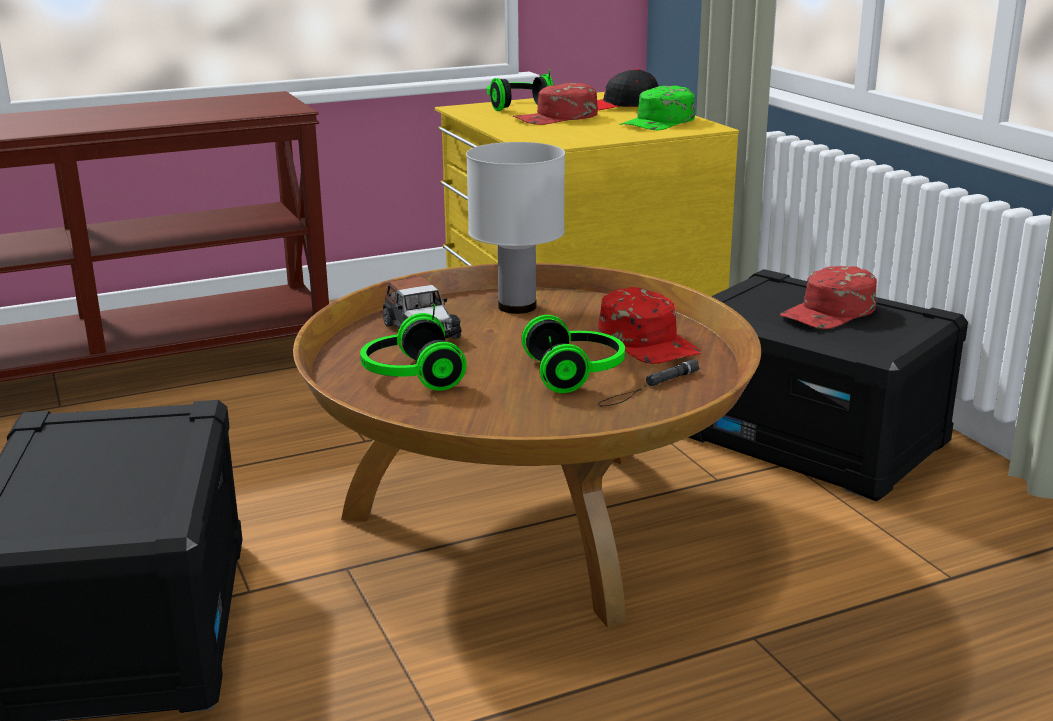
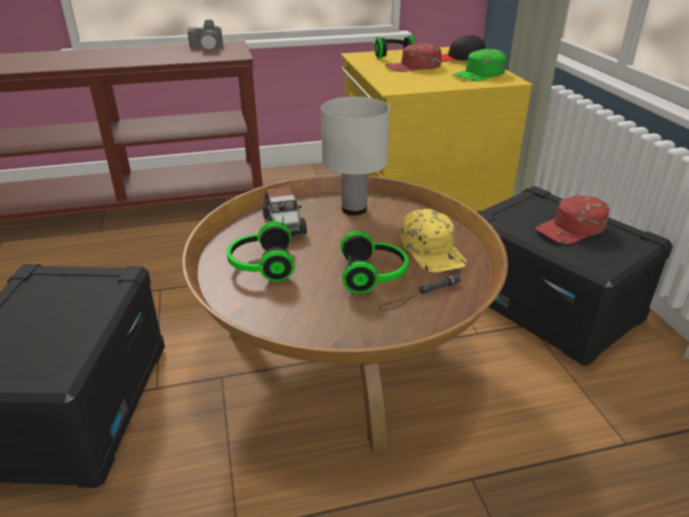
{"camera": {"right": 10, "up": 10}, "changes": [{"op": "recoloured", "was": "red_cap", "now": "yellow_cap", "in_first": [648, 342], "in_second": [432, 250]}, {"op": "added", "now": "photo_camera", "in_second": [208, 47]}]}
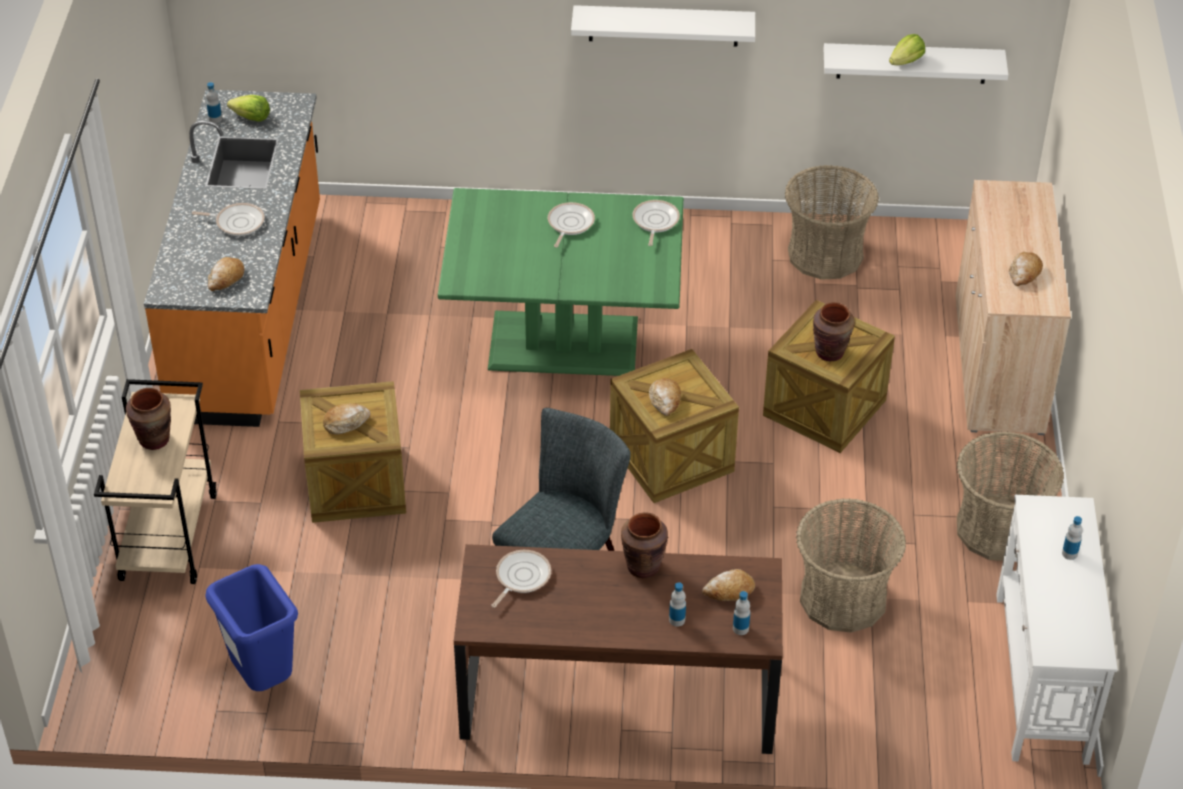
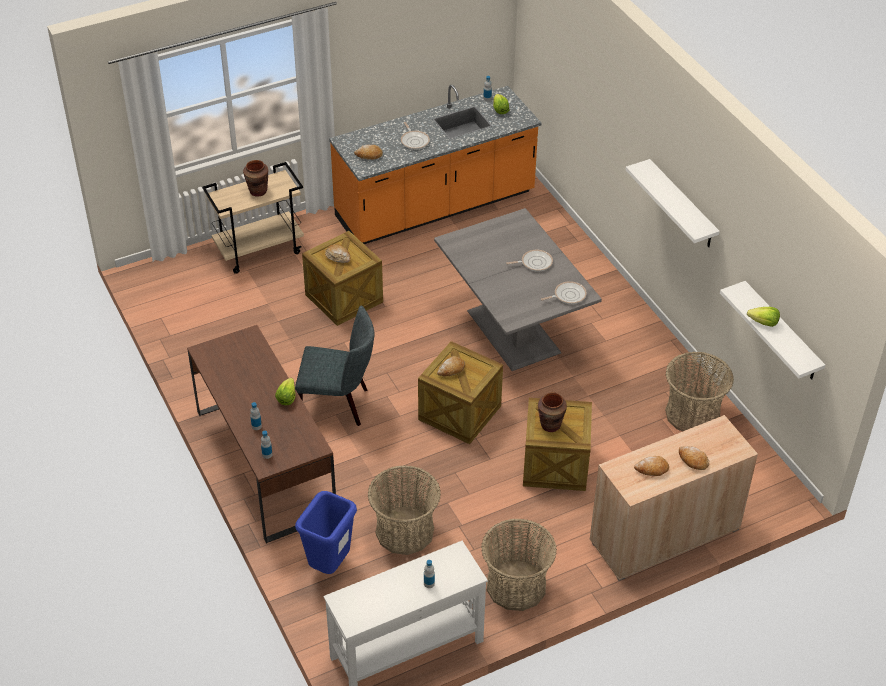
{"camera": {"right": 60, "up": 0}, "changes": [{"op": "moved", "was": "blue_trash_can", "in_first": [263, 679], "in_second": [330, 565]}, {"op": "recoloured", "was": "green_dining_table", "now": "grey_dining_table", "in_first": [564, 345], "in_second": [512, 332]}, {"op": "removed", "was": "frying_pan", "in_first": [521, 577]}, {"op": "replaced", "was": "brown_vase", "now": "lettuce", "in_first": [643, 566], "in_second": [287, 398]}, {"op": "moved", "was": "bread", "in_first": [729, 591], "in_second": [692, 460]}]}
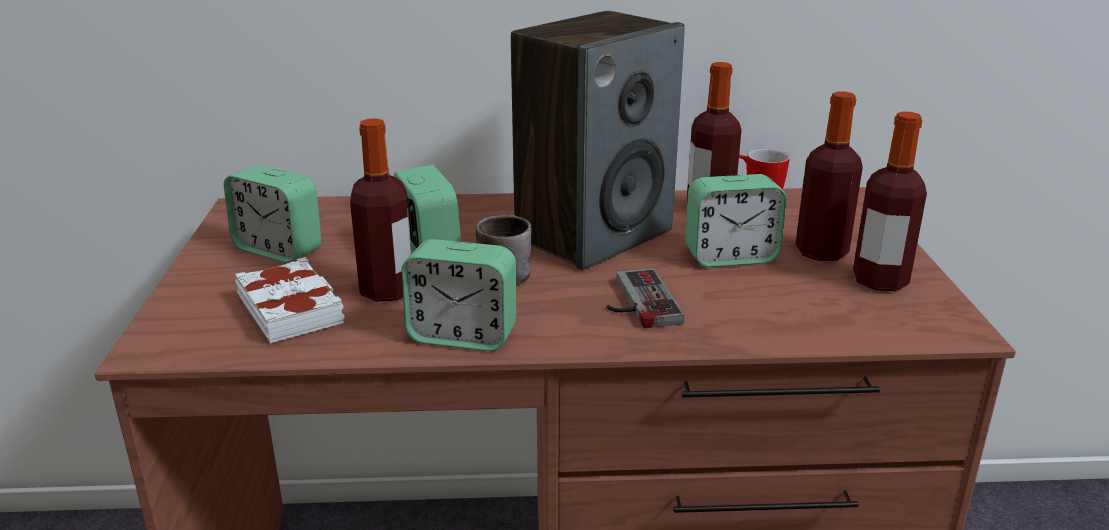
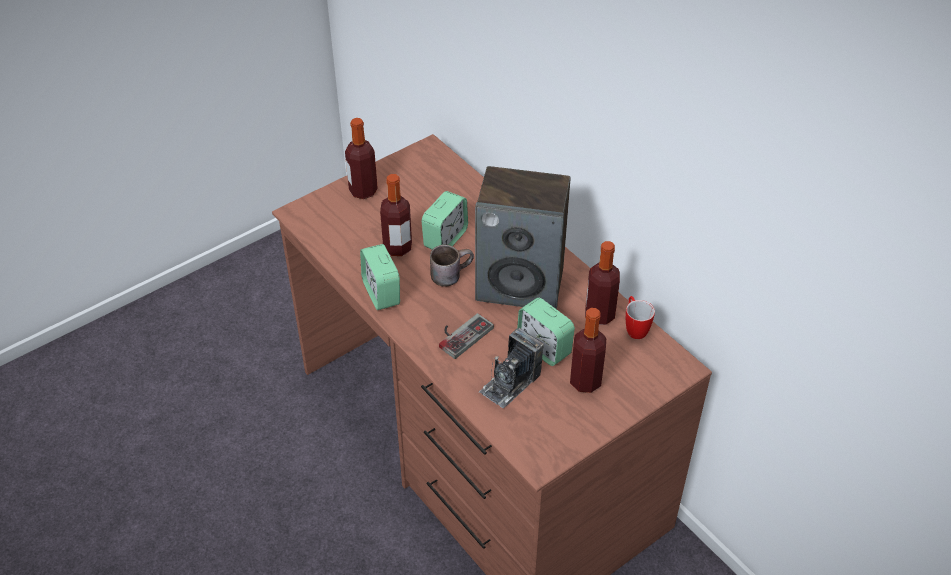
{"camera": {"right": 55, "up": 20}, "changes": [{"op": "removed", "was": "alarm_clock", "in_first": [278, 249]}, {"op": "removed", "was": "white_book", "in_first": [292, 309]}, {"op": "moved", "was": "bottle", "in_first": [880, 281], "in_second": [363, 191]}, {"op": "added", "now": "photo_camera", "in_second": [510, 383]}]}
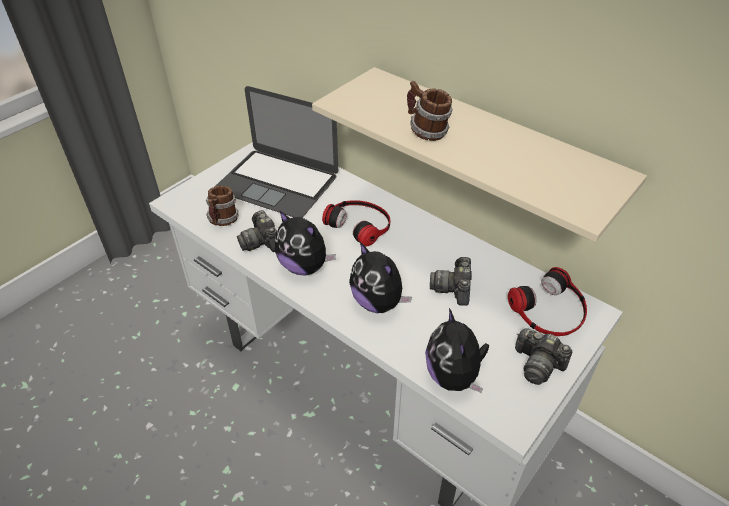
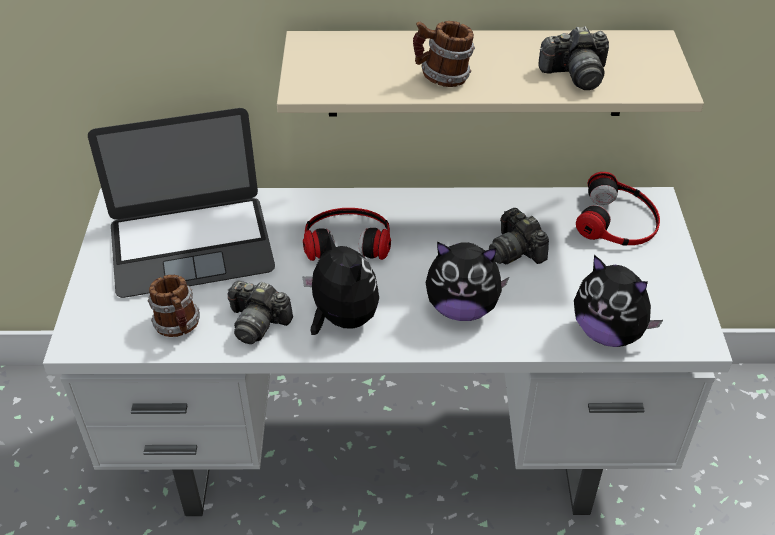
{"camera": {"right": -40, "up": 0}, "changes": [{"op": "turned", "was": "plush_toy", "in_first": [304, 266], "in_second": [341, 319], "clockwise": -120}, {"op": "moved", "was": "photo_camera", "in_first": [538, 364], "in_second": [575, 75]}]}
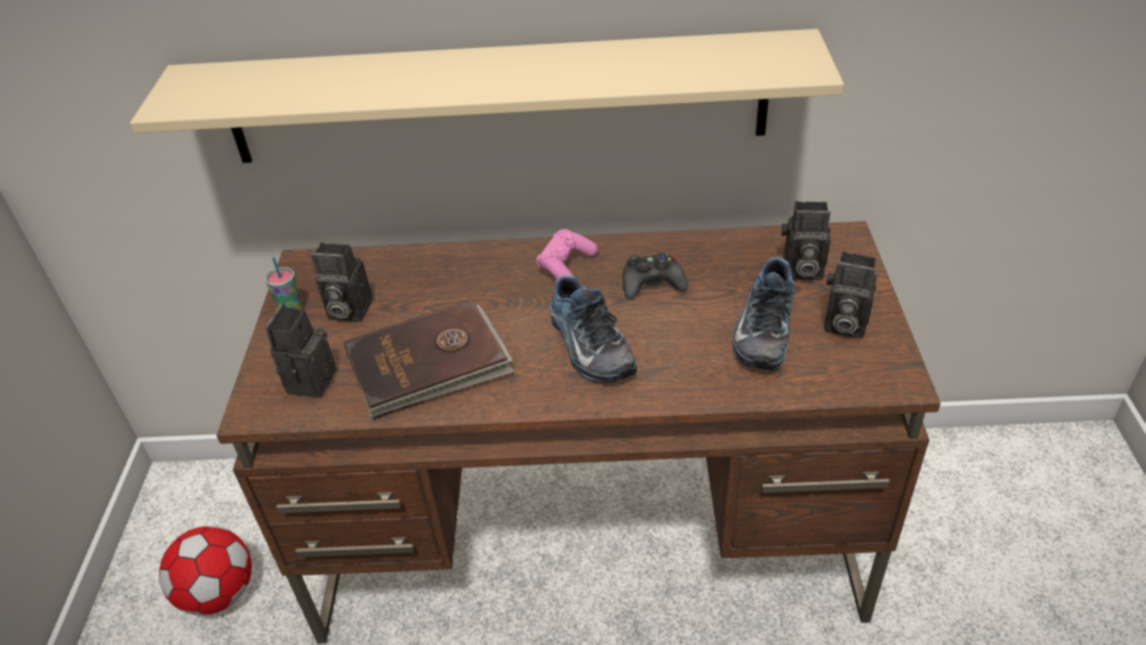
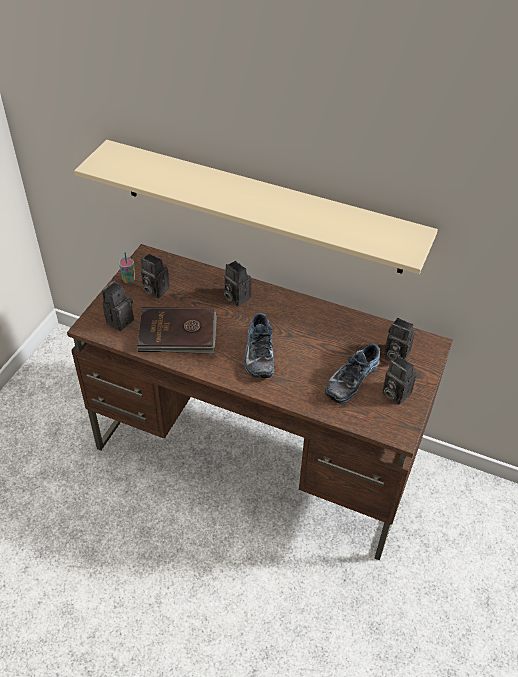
{"camera": {"right": 20, "up": 5}, "changes": [{"op": "removed", "was": "football", "in_first": [219, 593]}, {"op": "removed", "was": "pink_game_controller", "in_first": [566, 267]}, {"op": "removed", "was": "black_game_controller", "in_first": [652, 283]}, {"op": "added", "now": "photo_camera", "in_second": [235, 297]}]}
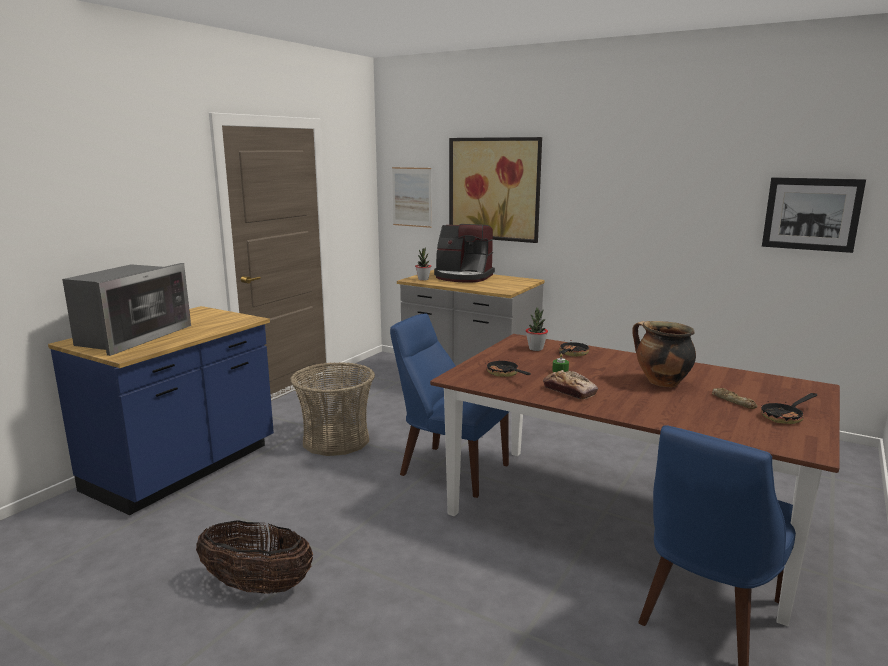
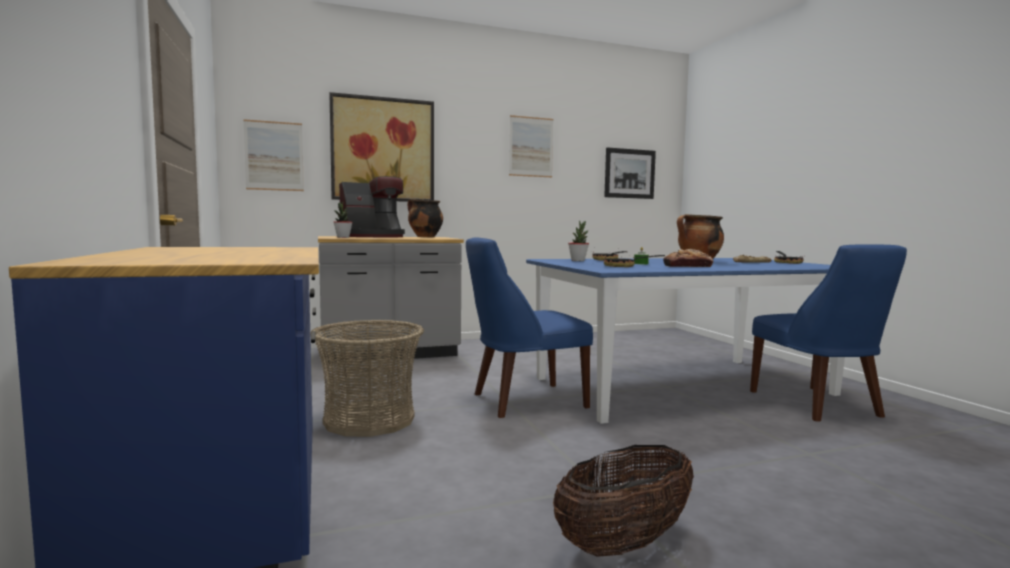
{"camera": {"right": -50, "up": -10}, "changes": [{"op": "removed", "was": "microwave", "in_first": [131, 337]}, {"op": "recoloured", "was": "brown_dining_table", "now": "blue_dining_table", "in_first": [619, 520], "in_second": [682, 387]}, {"op": "added", "now": "cooking_pot", "in_second": [424, 237]}, {"op": "added", "now": "picture", "in_second": [531, 147]}]}
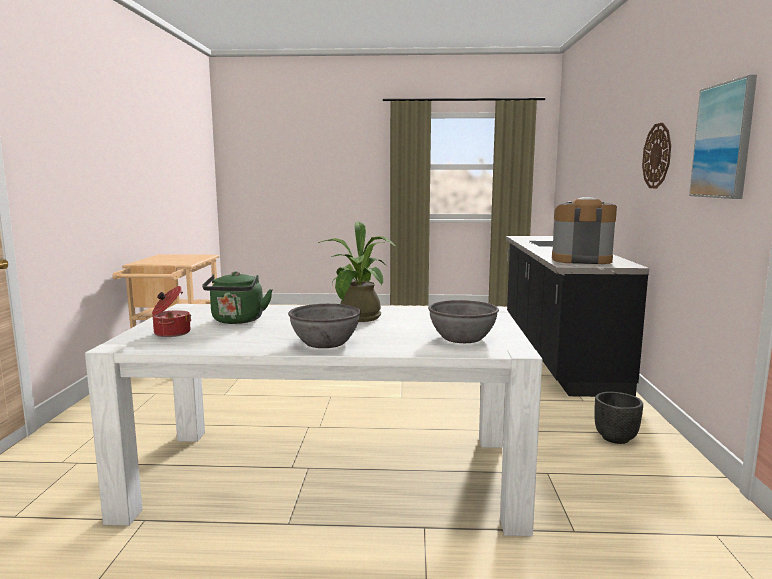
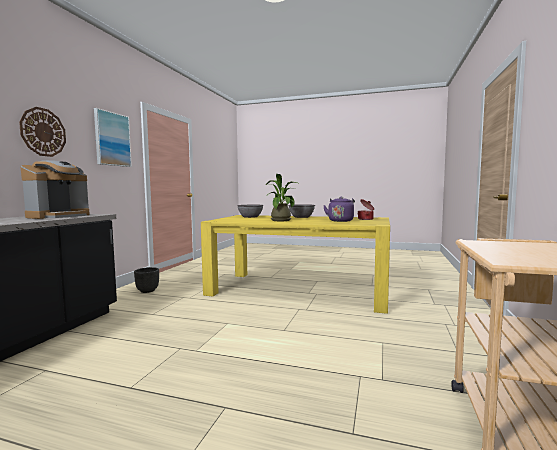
{"camera": {"right": -165, "up": -5}, "changes": [{"op": "recoloured", "was": "white_dining_table", "now": "yellow_dining_table", "in_first": [329, 475], "in_second": [299, 290]}, {"op": "recoloured", "was": "green_kettle", "now": "purple_kettle", "in_first": [237, 321], "in_second": [340, 221]}, {"op": "turned", "was": "coffee_machine", "in_first": [581, 260], "in_second": [59, 216], "clockwise": -90}]}
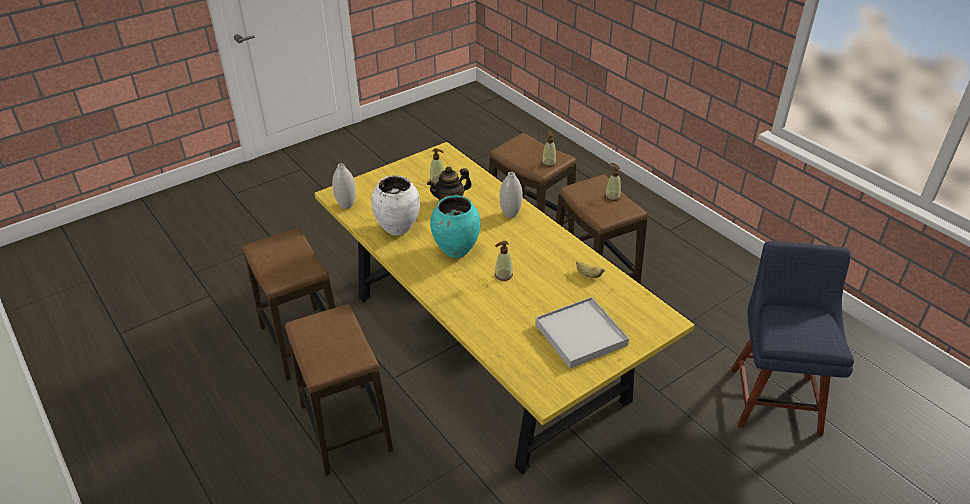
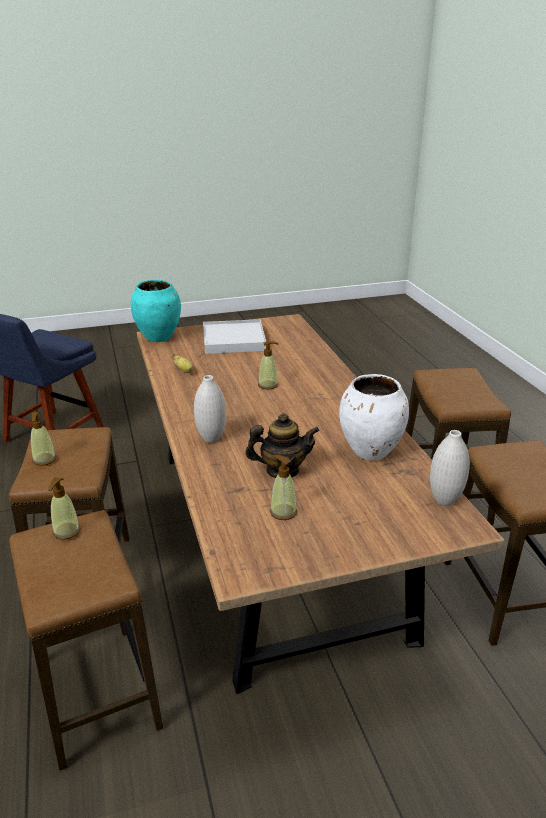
{"camera": {"right": -160, "up": -10}, "changes": [{"op": "recoloured", "was": "yellow_dining_table", "now": "brown_dining_table", "in_first": [485, 345], "in_second": [272, 536]}, {"op": "moved", "was": "turquoise_vase", "in_first": [456, 251], "in_second": [159, 337]}]}
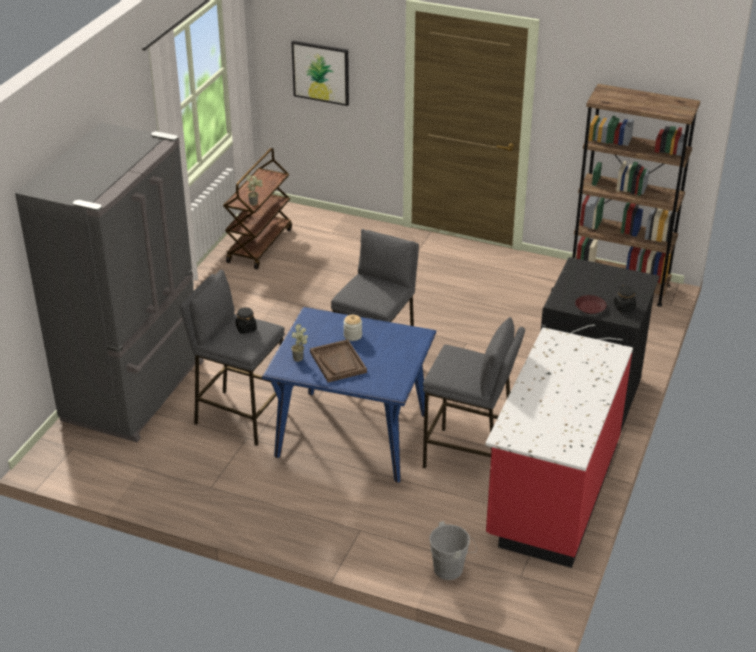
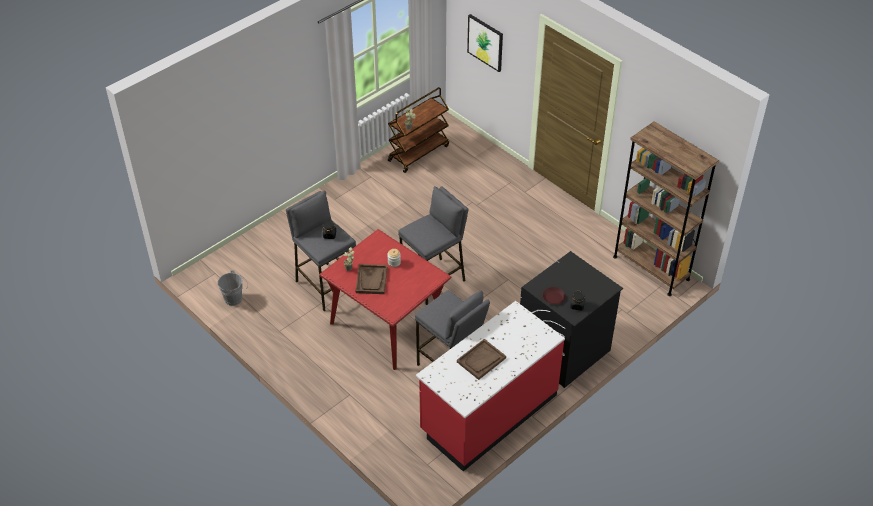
{"camera": {"right": 25, "up": 10}, "changes": [{"op": "removed", "was": "grey_fridge", "in_first": [137, 391]}, {"op": "recoloured", "was": "blue_dining_table", "now": "red_dining_table", "in_first": [351, 435], "in_second": [387, 324]}, {"op": "moved", "was": "grey_bucket", "in_first": [451, 568], "in_second": [235, 299]}, {"op": "added", "now": "brown_tray", "in_second": [481, 360]}]}
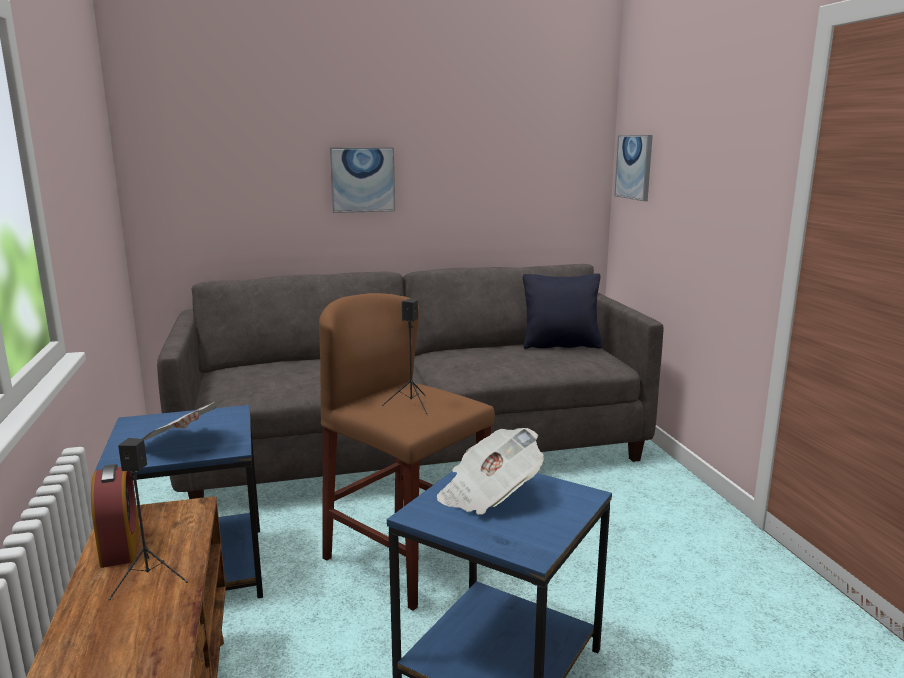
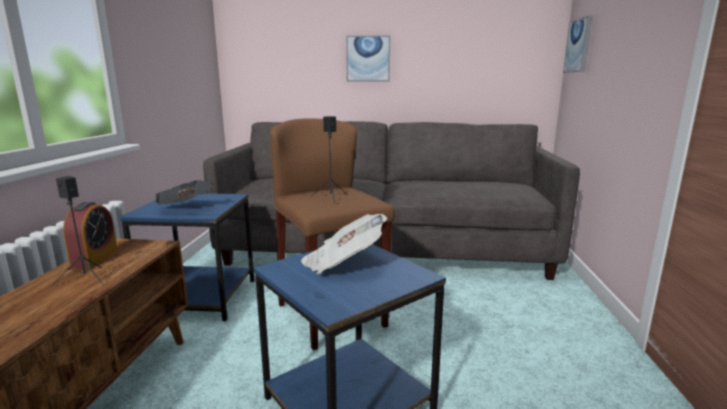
{"camera": {"right": 20, "up": 0}, "changes": [{"op": "removed", "was": "black_pillow", "in_first": [561, 345]}]}
